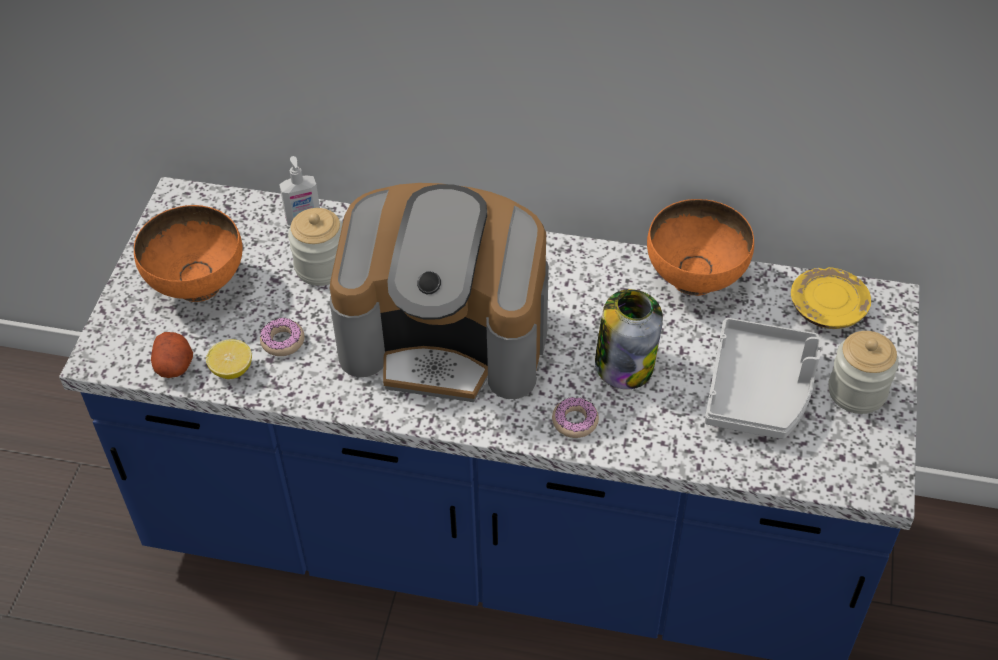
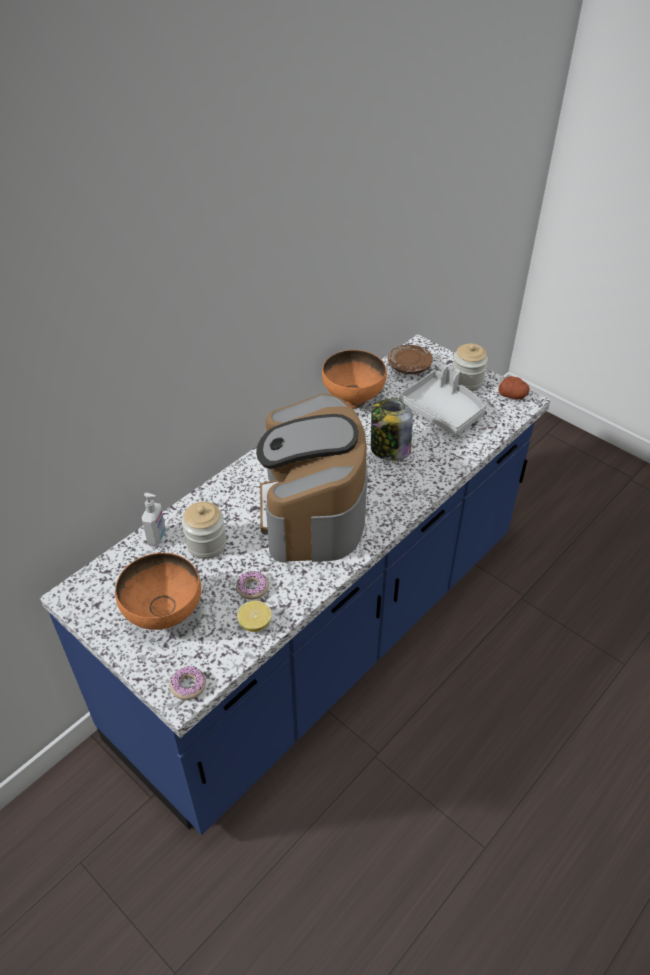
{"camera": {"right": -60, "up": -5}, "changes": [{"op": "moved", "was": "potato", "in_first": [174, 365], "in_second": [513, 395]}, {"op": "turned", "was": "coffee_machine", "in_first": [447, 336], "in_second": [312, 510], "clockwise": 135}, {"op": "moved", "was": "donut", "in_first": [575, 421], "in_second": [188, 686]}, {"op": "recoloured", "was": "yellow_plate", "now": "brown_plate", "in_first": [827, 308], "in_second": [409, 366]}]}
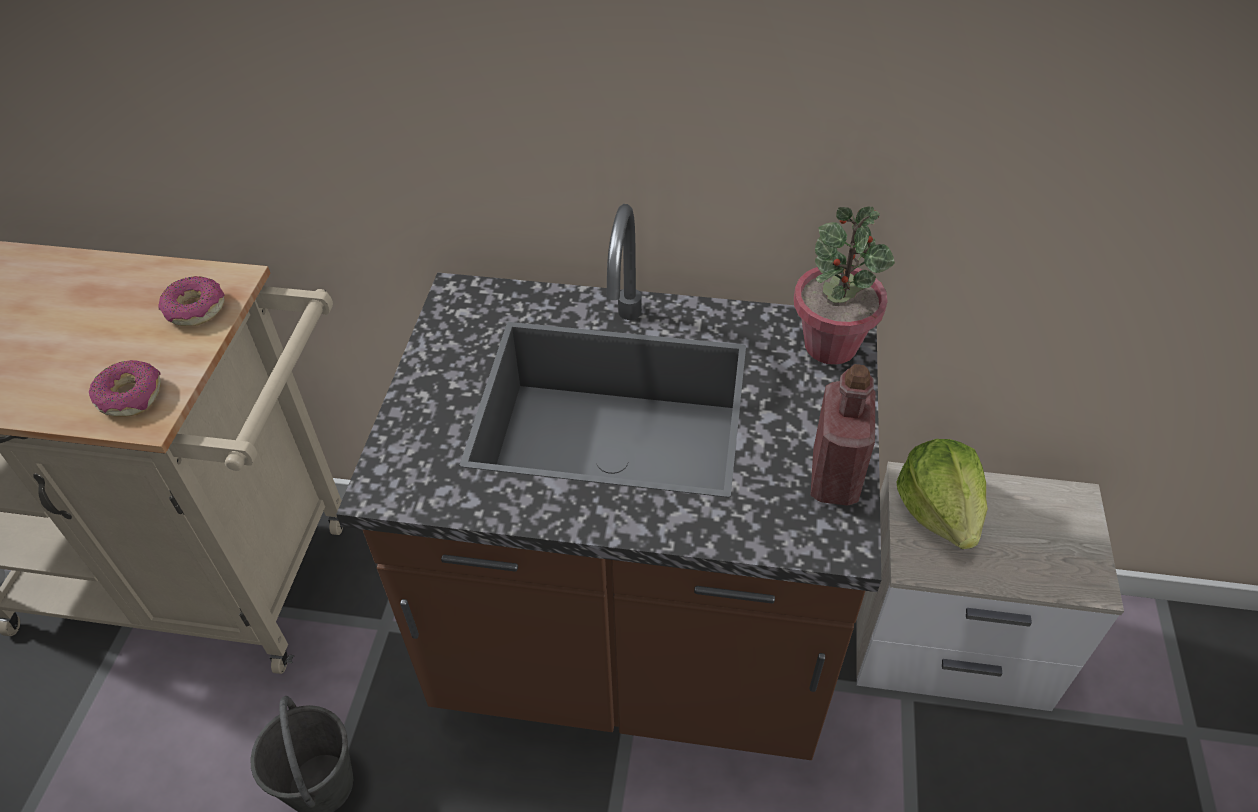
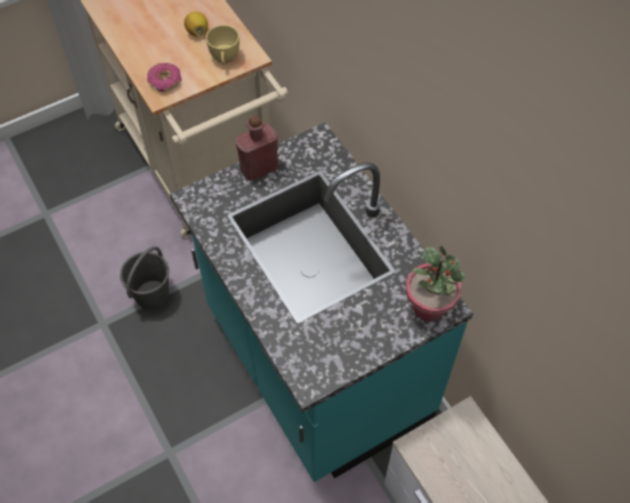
{"camera": {"right": 50, "up": 10}, "changes": [{"op": "replaced", "was": "donut", "now": "yellow_cup", "in_first": [195, 309], "in_second": [224, 60]}, {"op": "recoloured", "was": "brown_counter", "now": "turquoise_counter", "in_first": [633, 652], "in_second": [315, 368]}, {"op": "moved", "was": "red_bottle", "in_first": [834, 477], "in_second": [259, 168]}, {"op": "removed", "was": "lettuce", "in_first": [939, 509]}, {"op": "added", "now": "lemon", "in_second": [197, 32]}]}
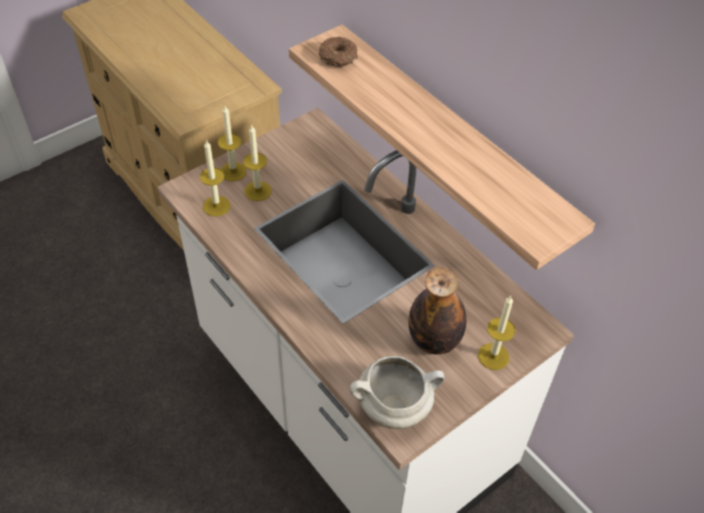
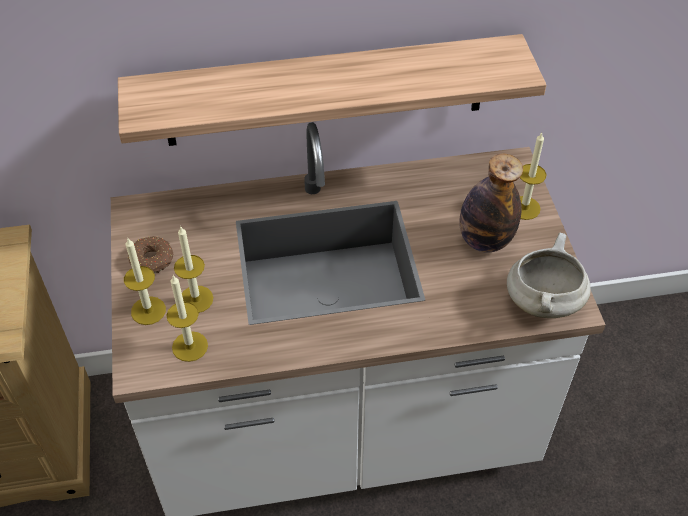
{"camera": {"right": -60, "up": 0}, "changes": [{"op": "moved", "was": "donut", "in_first": [338, 58], "in_second": [152, 260]}]}
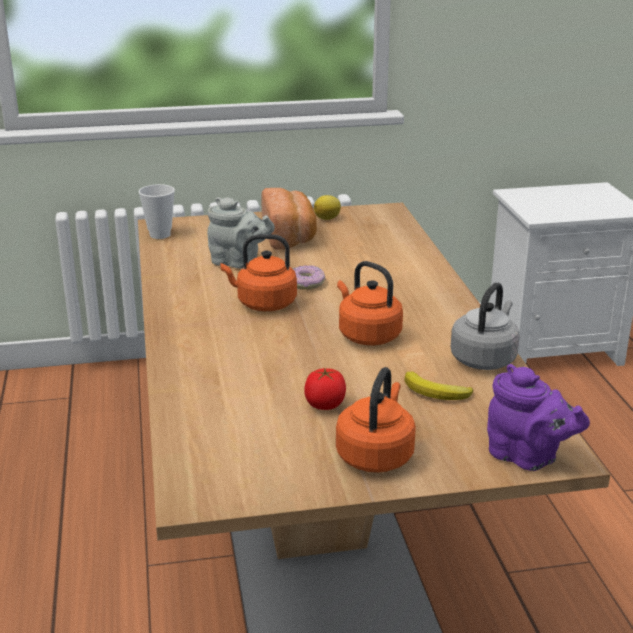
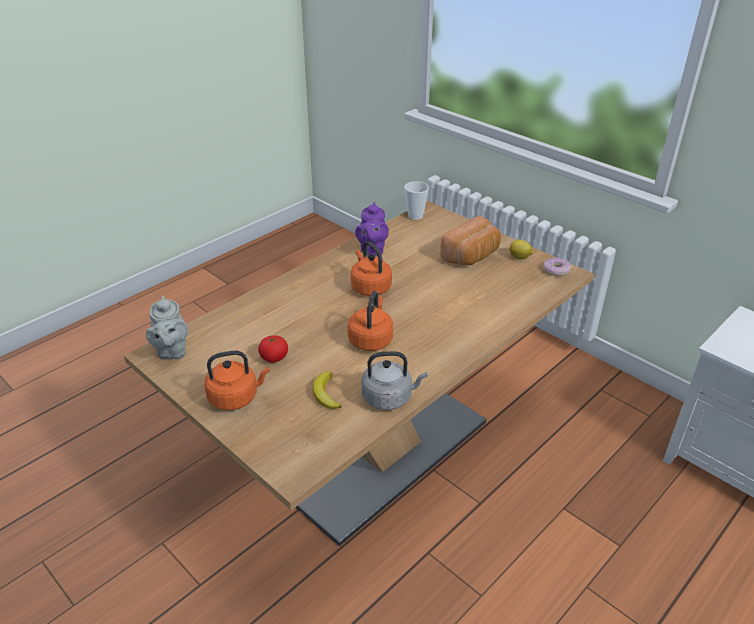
{"camera": {"right": 55, "up": 10}, "changes": [{"op": "moved", "was": "grey_teapot", "in_first": [238, 263], "in_second": [172, 351]}, {"op": "moved", "was": "donut", "in_first": [306, 283], "in_second": [556, 270]}, {"op": "moved", "was": "purple_teapot", "in_first": [527, 457], "in_second": [372, 250]}]}
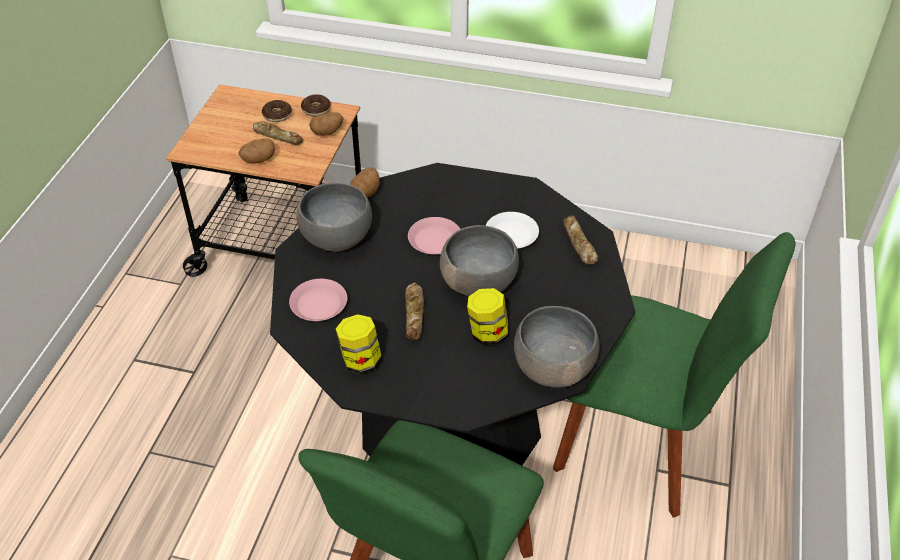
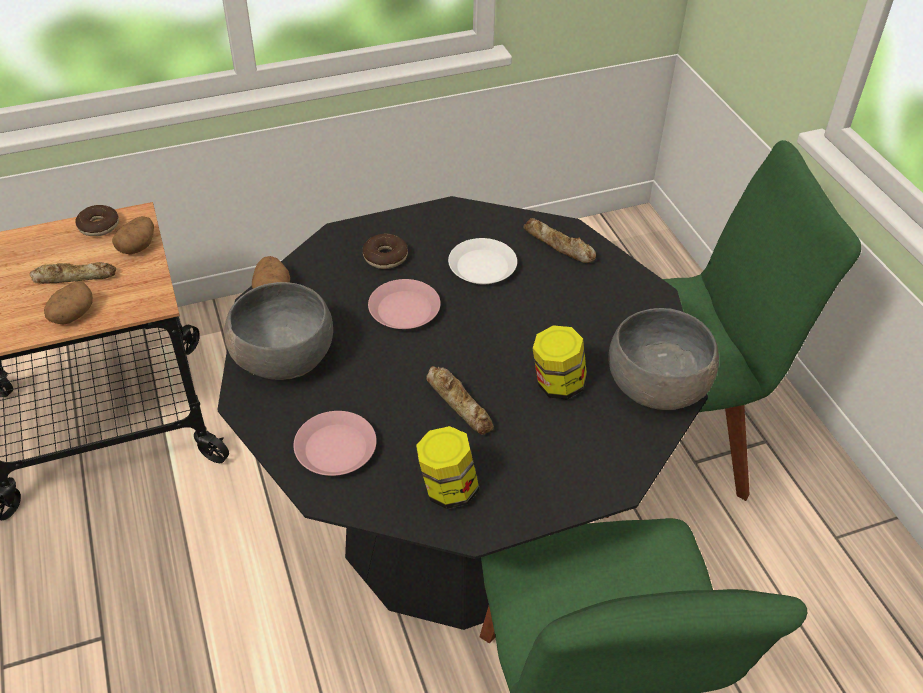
{"camera": {"right": -35, "up": 0}, "changes": [{"op": "moved", "was": "donut", "in_first": [277, 115], "in_second": [385, 257]}, {"op": "removed", "was": "grey_bowl", "in_first": [478, 282]}]}
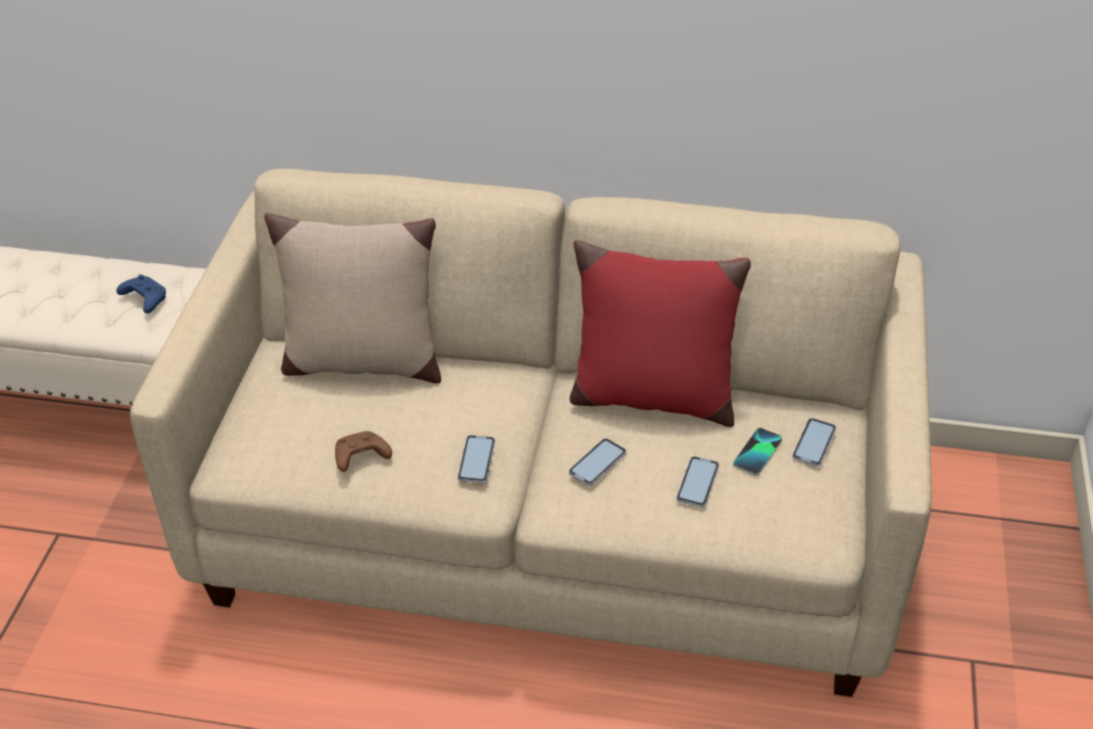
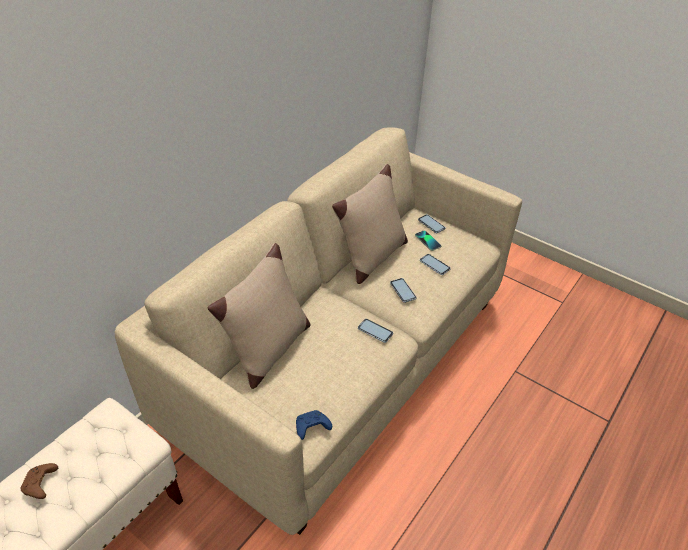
{"camera": {"right": -65, "up": 0}, "changes": [{"op": "moved", "was": "blue_game_controller", "in_first": [144, 299], "in_second": [311, 428]}, {"op": "moved", "was": "brown_game_controller", "in_first": [360, 458], "in_second": [41, 485]}, {"op": "recoloured", "was": "red_pillow", "now": "beige_pillow", "in_first": [651, 397], "in_second": [371, 258]}]}
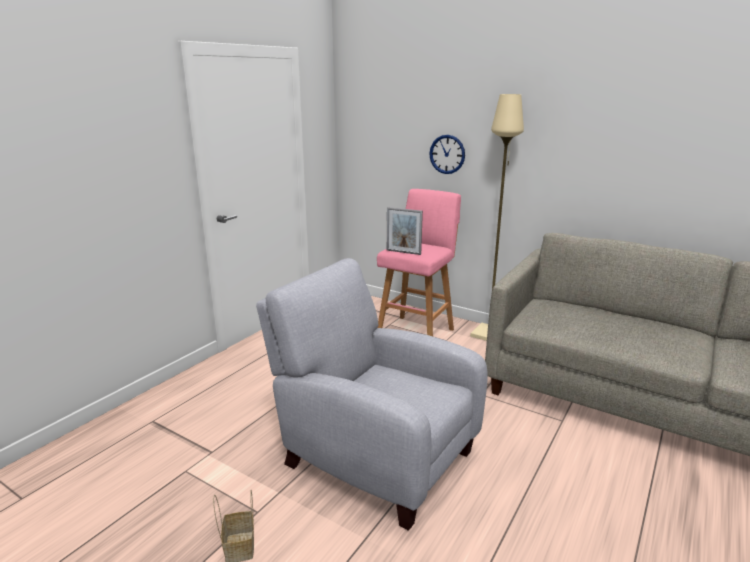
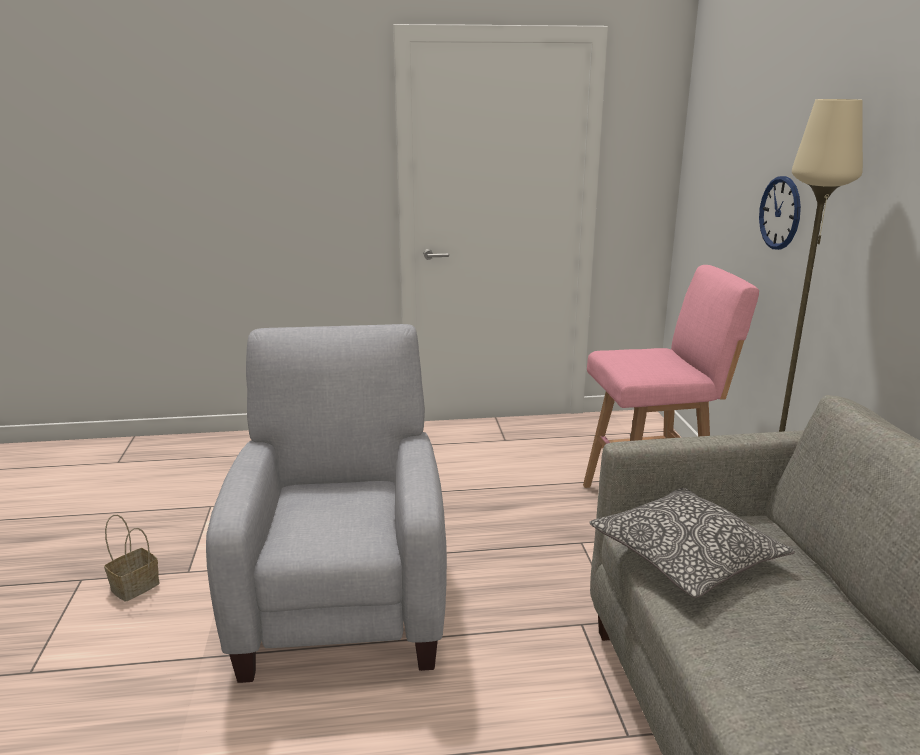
{"camera": {"right": 50, "up": 0}, "changes": [{"op": "removed", "was": "picture_frame", "in_first": [403, 252]}, {"op": "added", "now": "pillow", "in_second": [685, 557]}]}
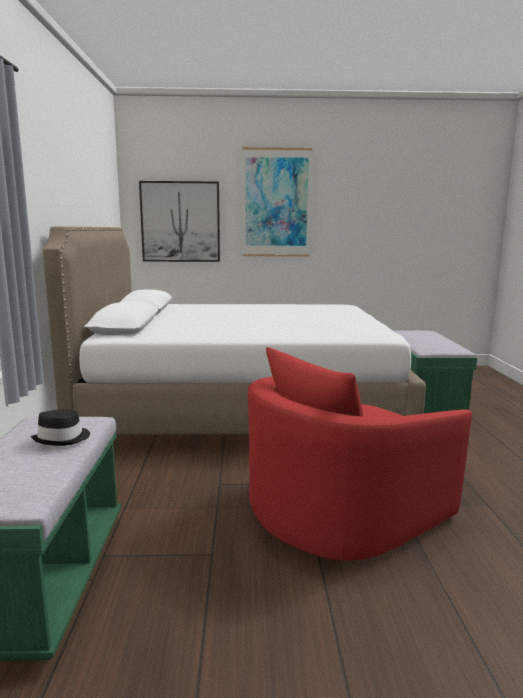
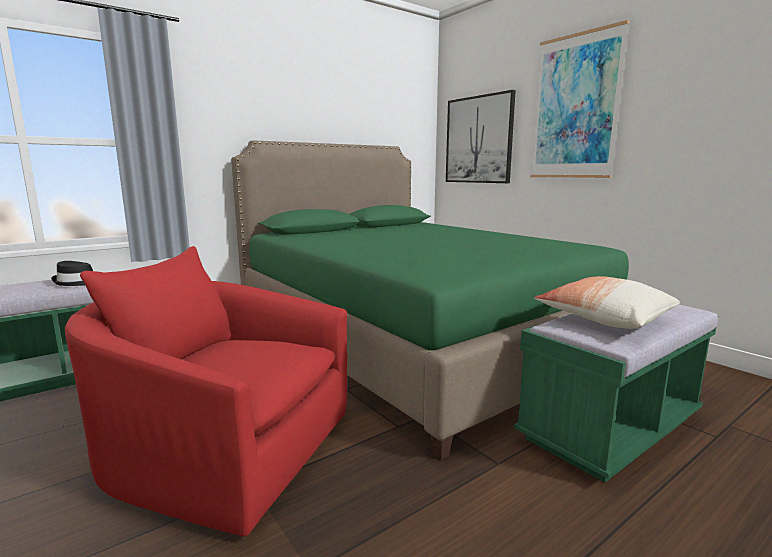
{"camera": {"right": 55, "up": 0}, "changes": [{"op": "recoloured", "was": "white_bed", "now": "green_bed", "in_first": [243, 407], "in_second": [413, 340]}, {"op": "added", "now": "pillow", "in_second": [604, 319]}]}
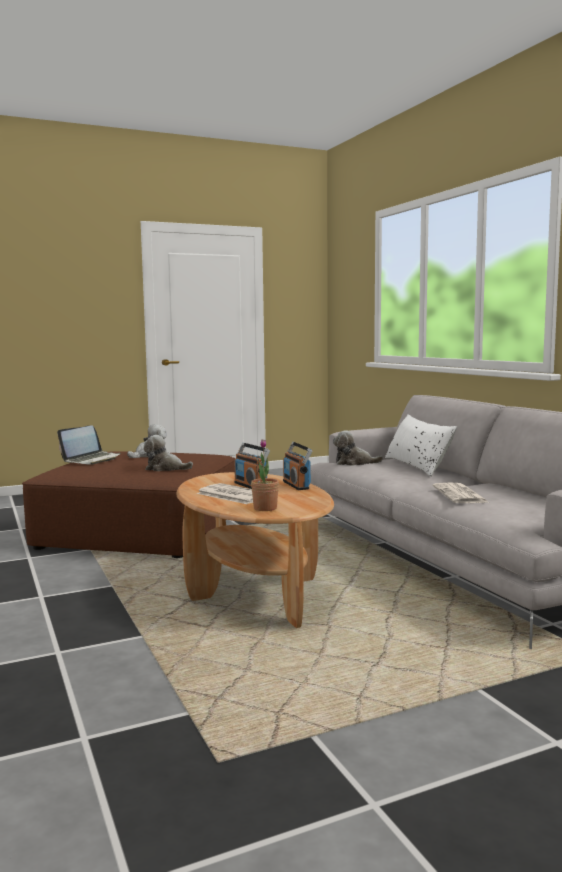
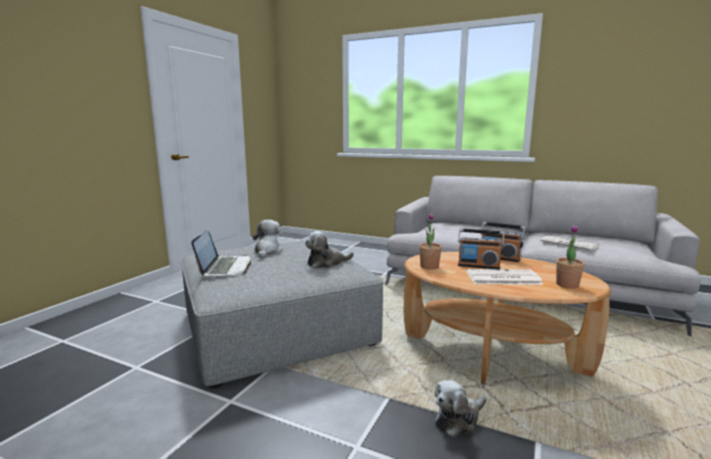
{"camera": {"right": -40, "up": 5}, "changes": [{"op": "recoloured", "was": "brown_ottoman", "now": "grey_ottoman", "in_first": [139, 530], "in_second": [275, 327]}, {"op": "moved", "was": "plush_toy", "in_first": [354, 463], "in_second": [458, 419]}, {"op": "removed", "was": "white_pillow", "in_first": [418, 466]}, {"op": "added", "now": "potted_plant", "in_second": [429, 266]}]}
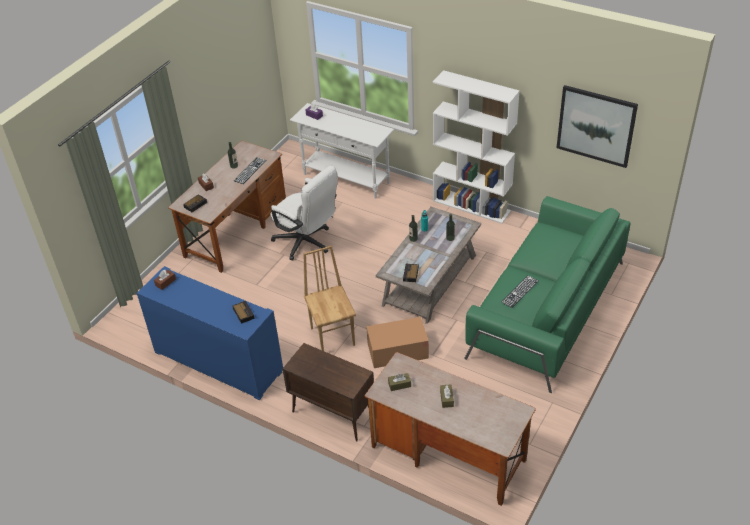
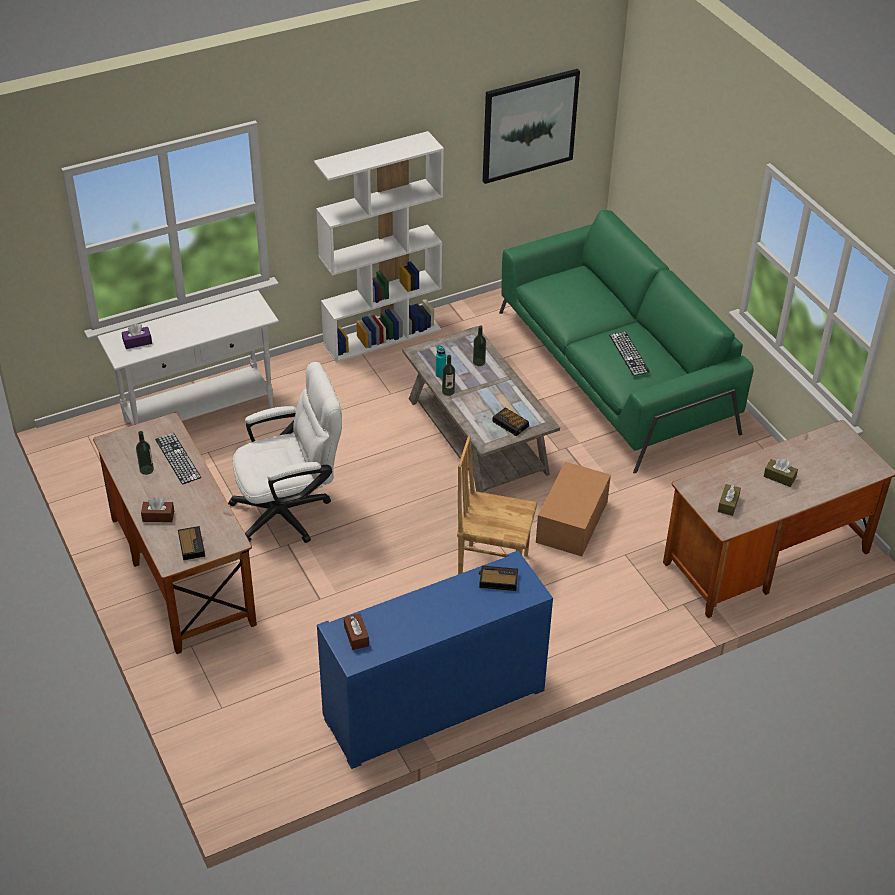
{"camera": {"right": -60, "up": 0}, "changes": [{"op": "removed", "was": "brown_cabinet", "in_first": [332, 414]}]}
